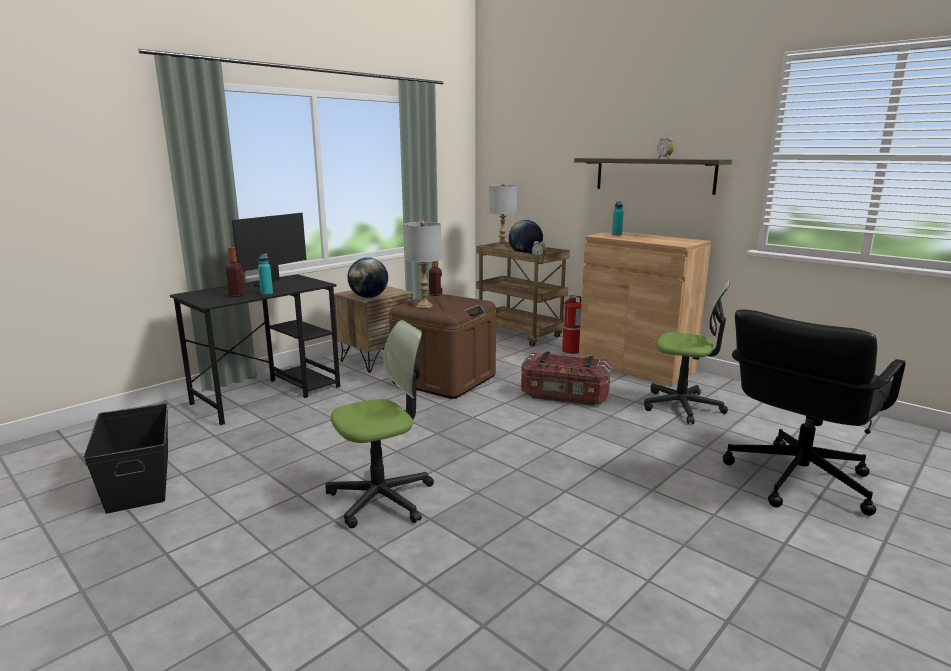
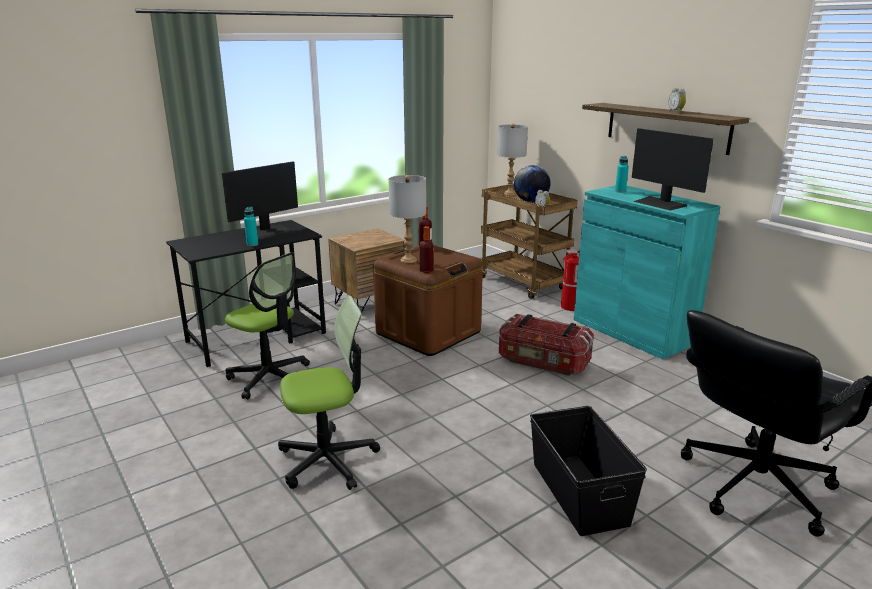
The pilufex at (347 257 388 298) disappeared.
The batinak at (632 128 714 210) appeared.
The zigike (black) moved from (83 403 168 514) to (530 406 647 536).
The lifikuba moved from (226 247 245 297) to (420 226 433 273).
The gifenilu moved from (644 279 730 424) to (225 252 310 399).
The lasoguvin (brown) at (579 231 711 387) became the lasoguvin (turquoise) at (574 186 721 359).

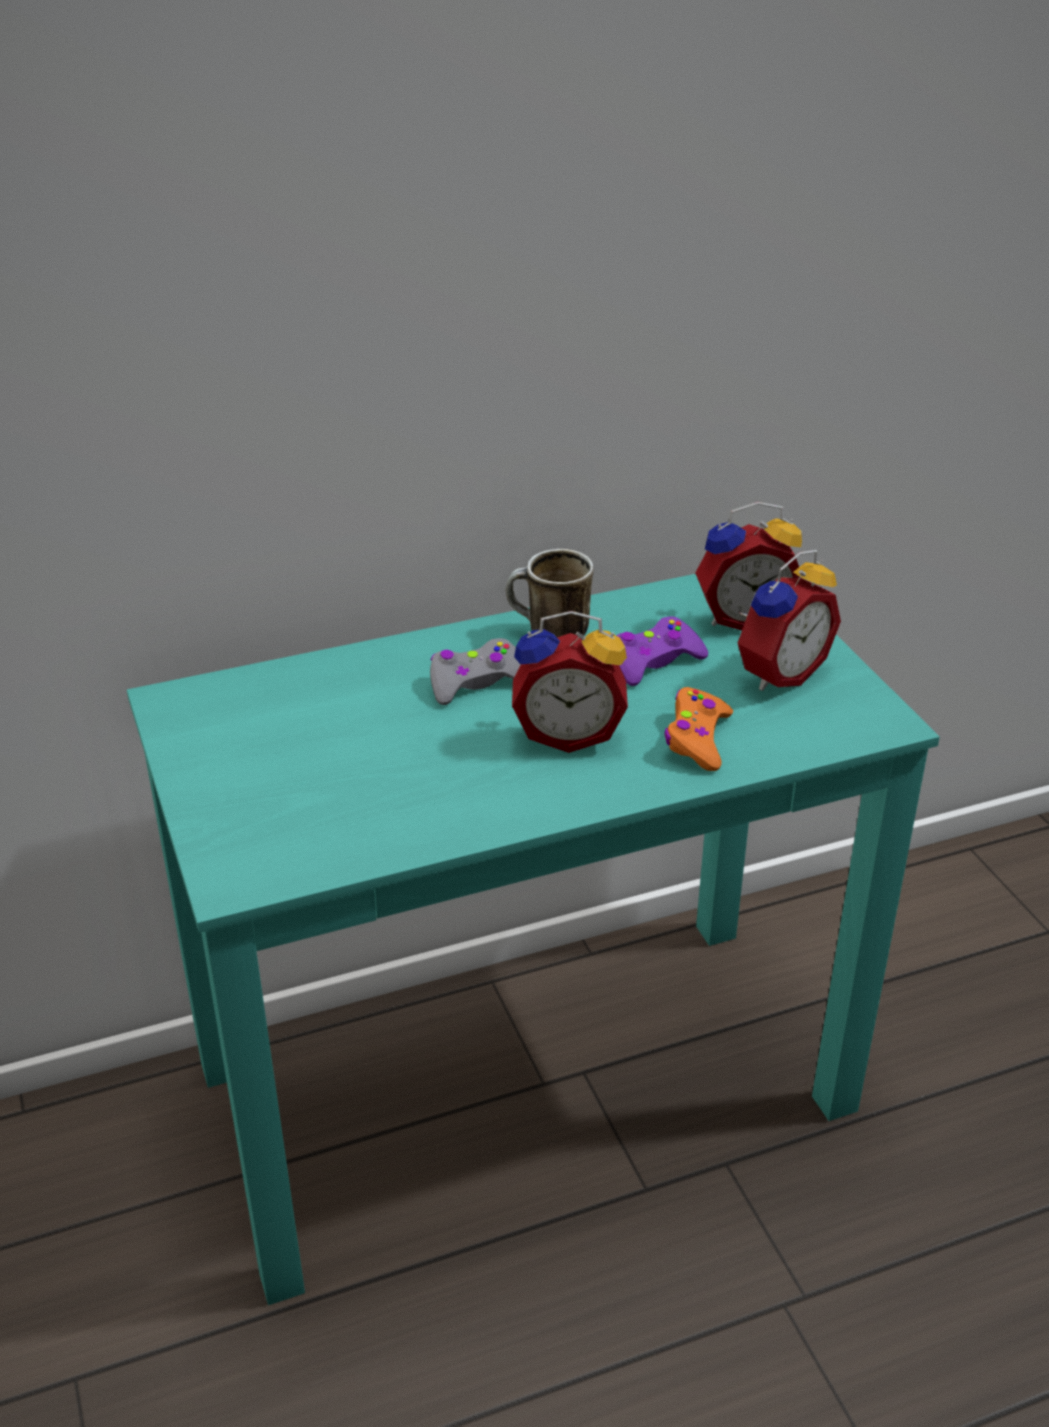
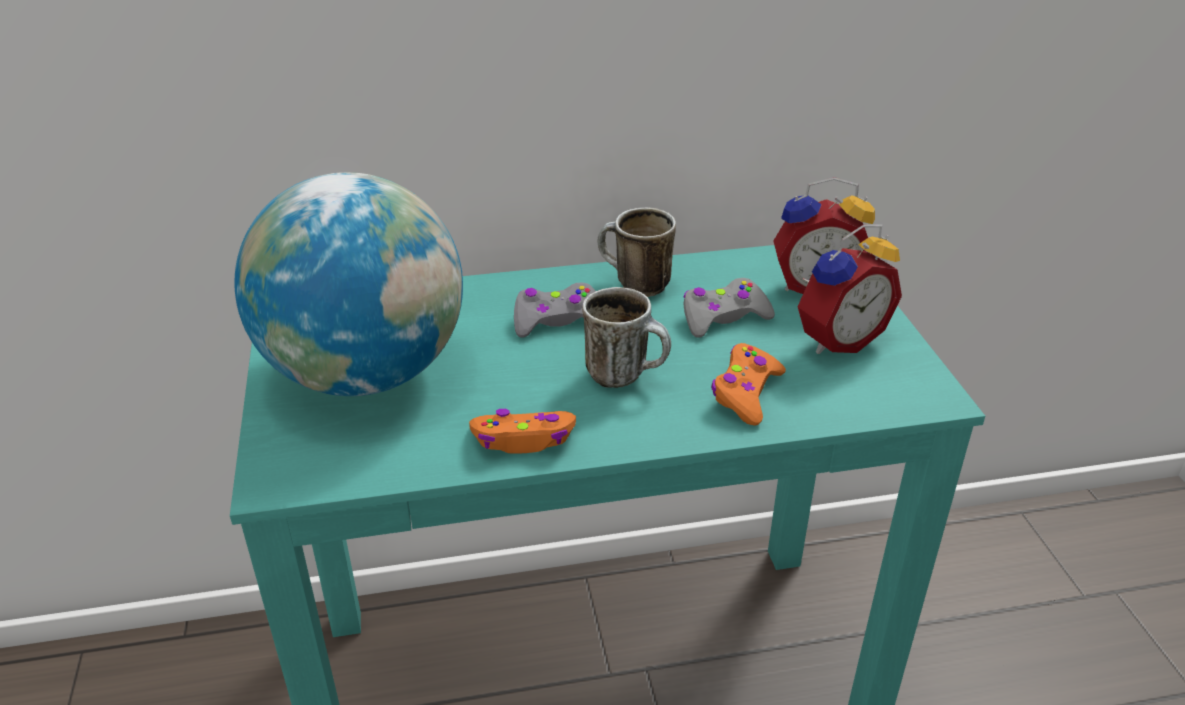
The pilufex at (234 172 463 396) appeared.
The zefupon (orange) at (469 409 576 454) appeared.
The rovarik at (512 611 628 753) was replaced by the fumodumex at (582 287 671 388).
The zefupon (purple) at (616 616 708 686) became the zefupon (grey) at (683 278 775 338).

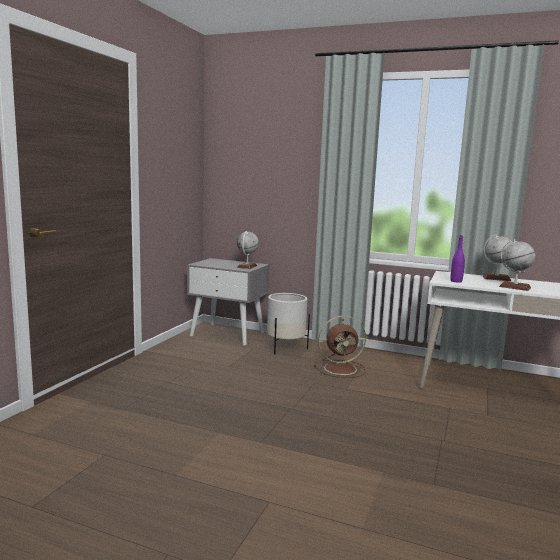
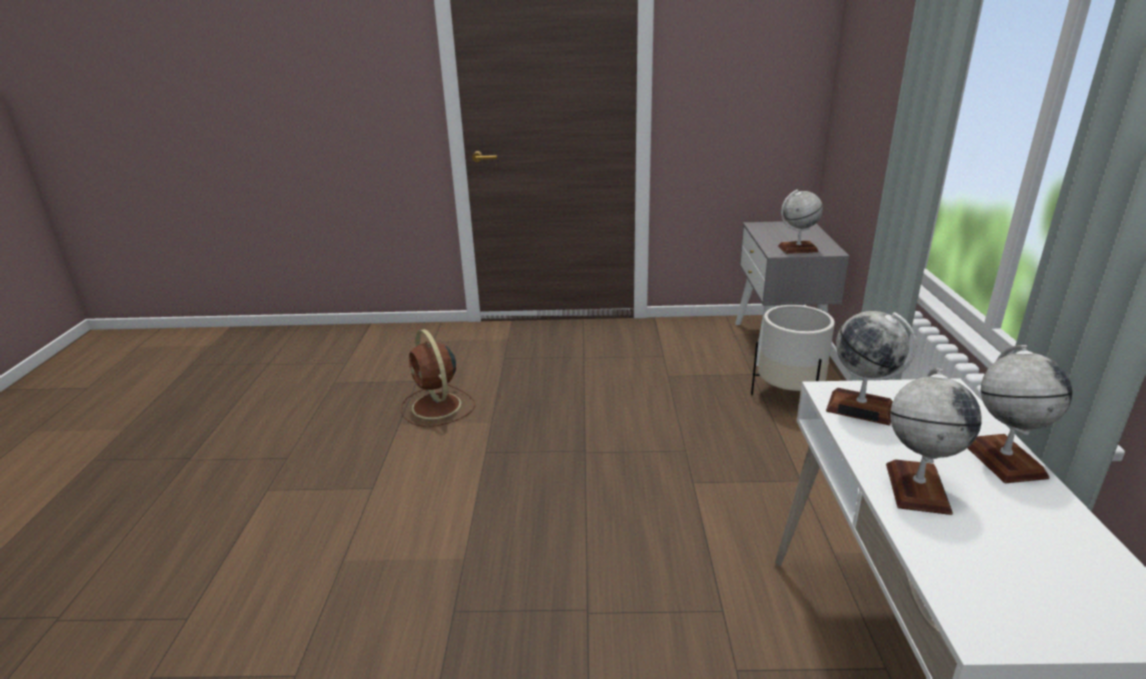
The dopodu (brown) moved from (314 315 366 378) to (401 329 475 427).
The lifikuba (purple) at (450 235 465 283) was replaced by the pilufex at (826 311 916 426).

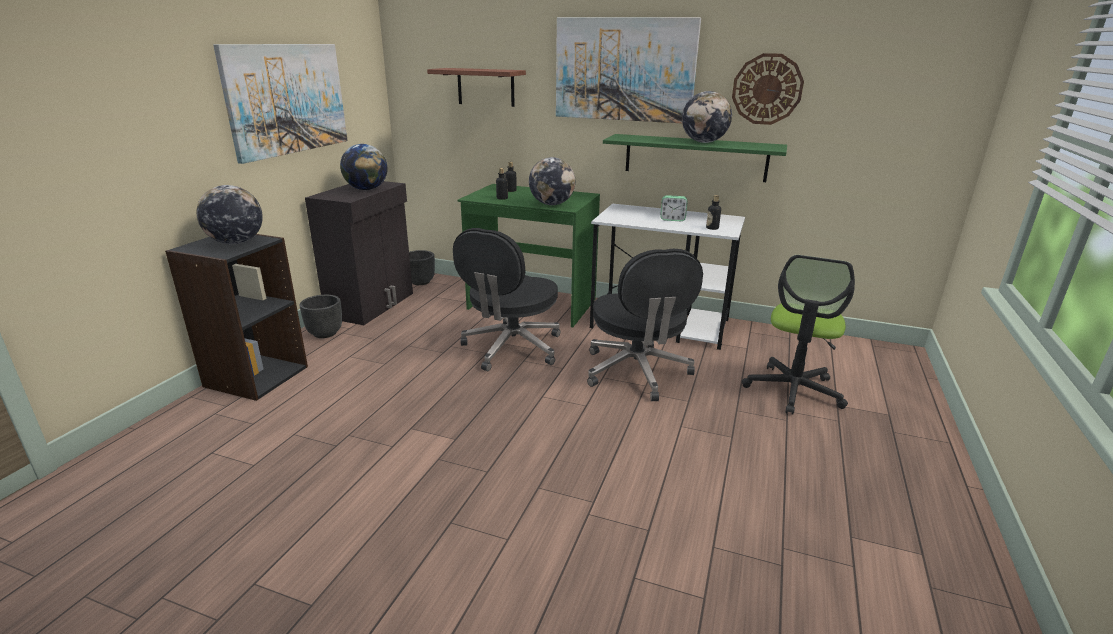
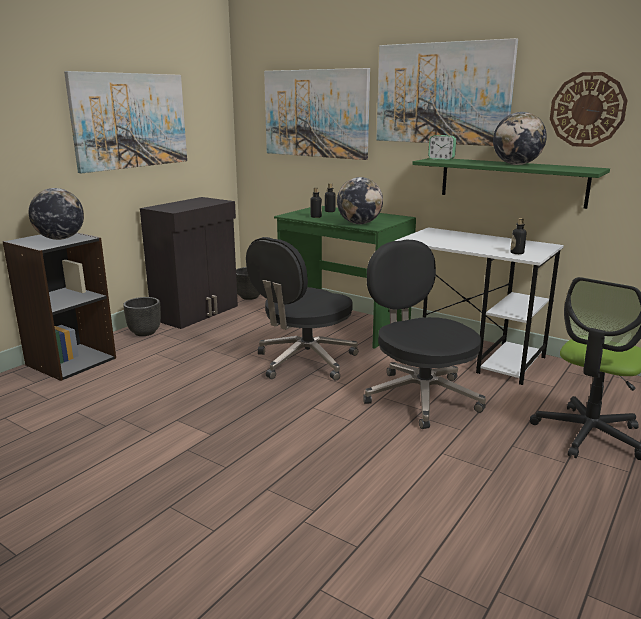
The pilufex at (340 144 387 190) disappeared.
The rovarik moved from (660 195 688 221) to (428 135 456 160).
The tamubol at (427 68 526 107) was replaced by the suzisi at (264 68 370 160).
The gifenilu (black) at (587 249 703 401) turned 150 degrees clockwise.

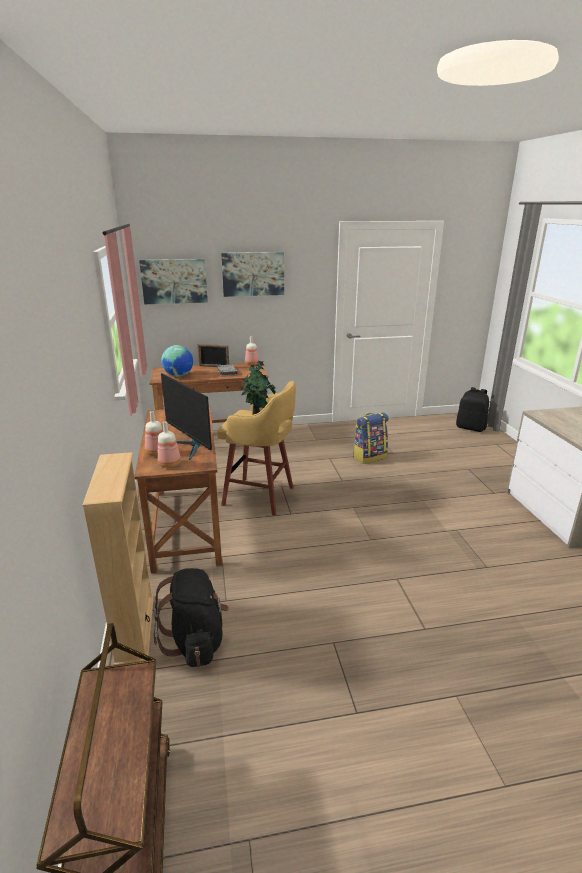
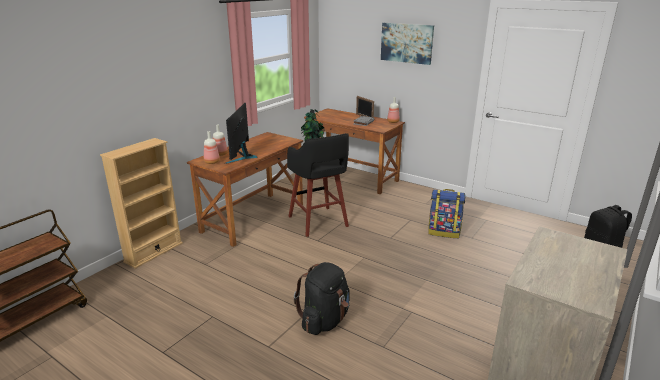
The suzisi at (139 259 208 304) disappeared.
The pilufex at (161 345 193 377) disappeared.
The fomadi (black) moved from (153 568 229 667) to (294 262 349 335).
The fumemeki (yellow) at (217 381 296 516) became the fumemeki (black) at (287 133 349 237).

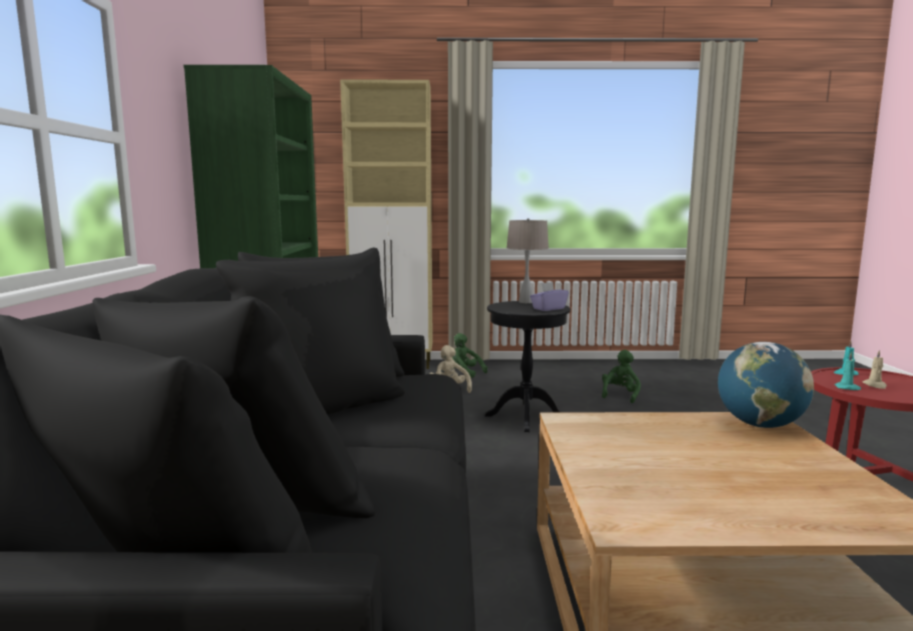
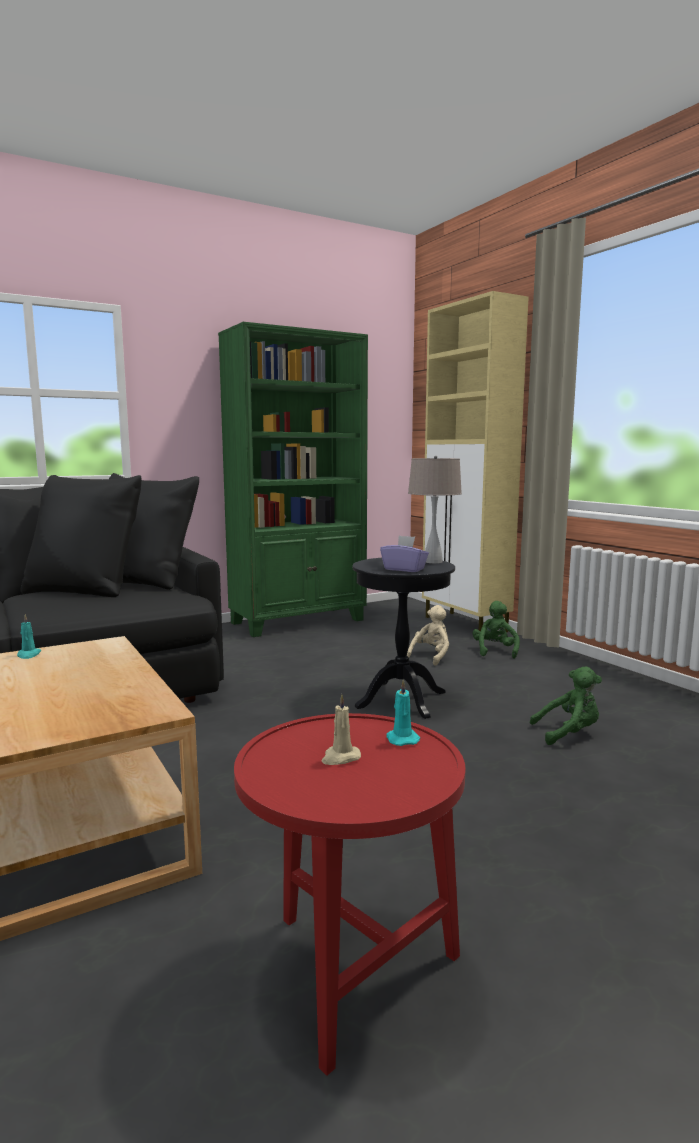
The pilufex at (718 342 814 428) disappeared.
The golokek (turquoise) moved from (835 352 861 390) to (17 614 41 659).

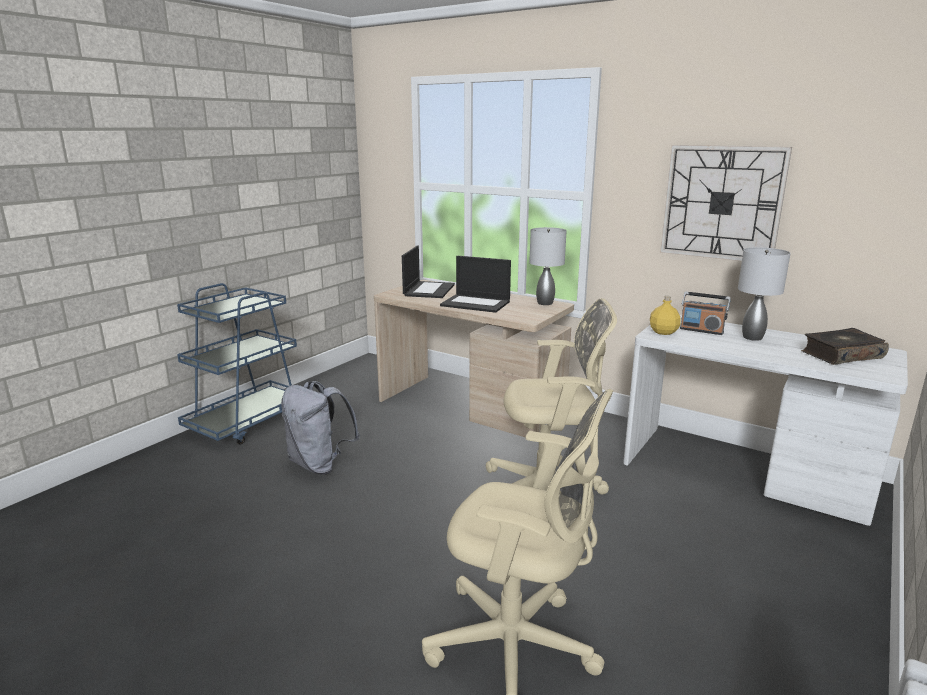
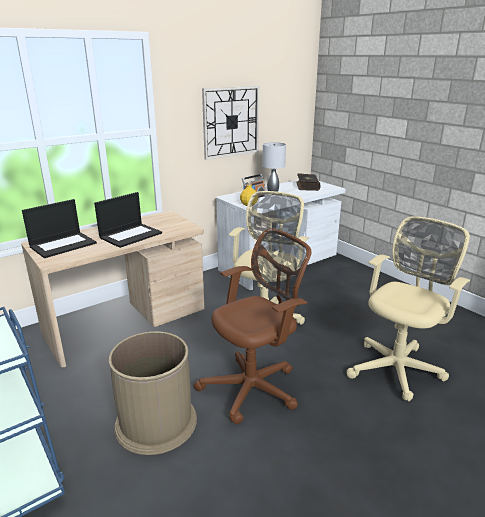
The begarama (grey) at (529 227 567 305) disappeared.
The gifenilu (brown) at (194 228 312 424) appeared.
The fomadi (grey) at (281 381 360 475) was replaced by the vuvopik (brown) at (108 331 197 455).
The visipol at (402 246 455 298) turned 105 degrees clockwise.

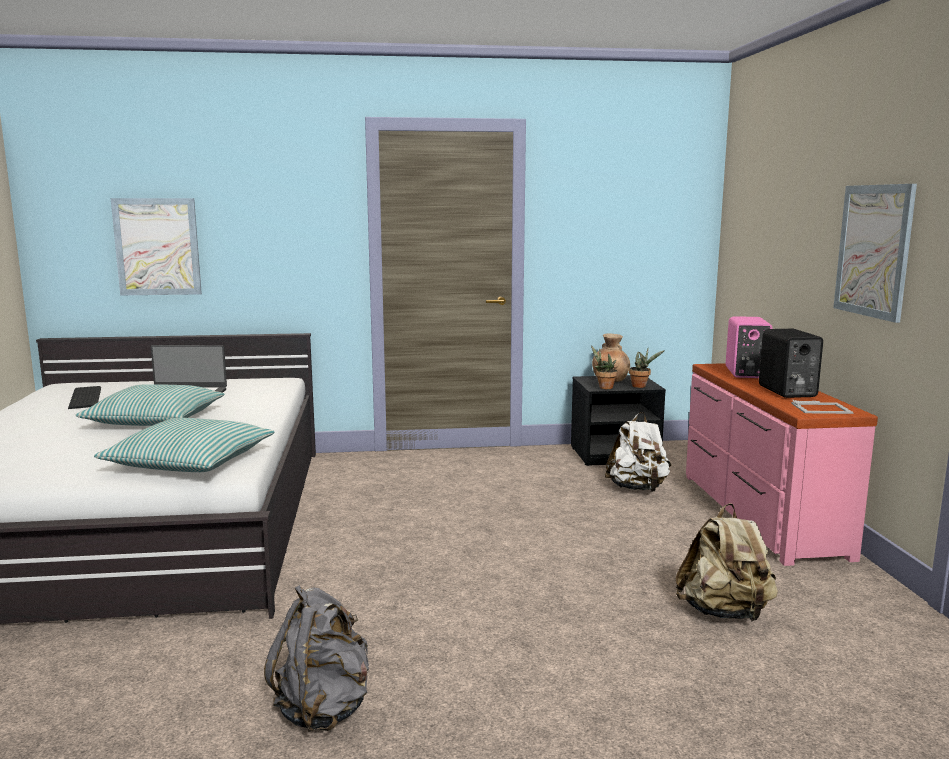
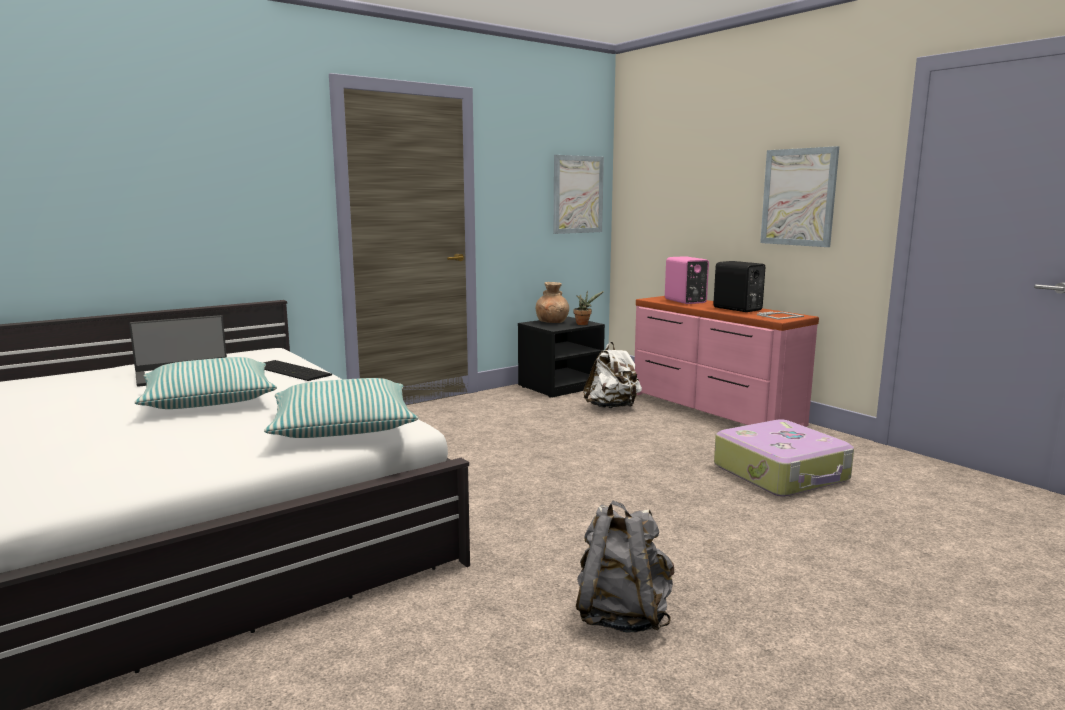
The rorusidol at (591 345 618 389) disappeared.
The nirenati moved from (68 386 101 409) to (263 360 332 381).
The suzisi moved from (111 198 202 295) to (554 155 604 234).
The fomadi (beige) at (676 503 778 622) was replaced by the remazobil at (714 419 854 497).

